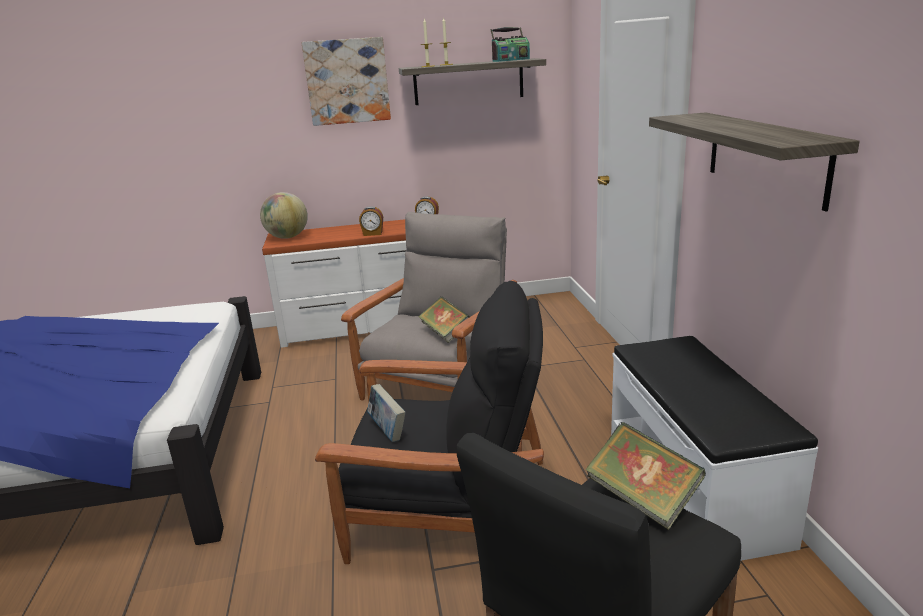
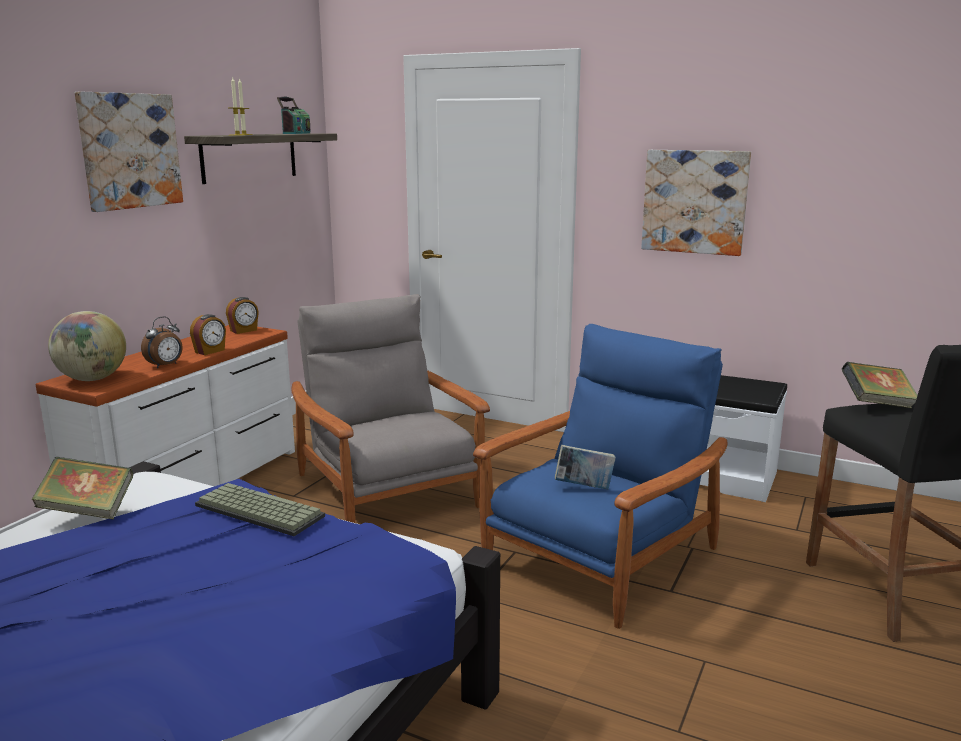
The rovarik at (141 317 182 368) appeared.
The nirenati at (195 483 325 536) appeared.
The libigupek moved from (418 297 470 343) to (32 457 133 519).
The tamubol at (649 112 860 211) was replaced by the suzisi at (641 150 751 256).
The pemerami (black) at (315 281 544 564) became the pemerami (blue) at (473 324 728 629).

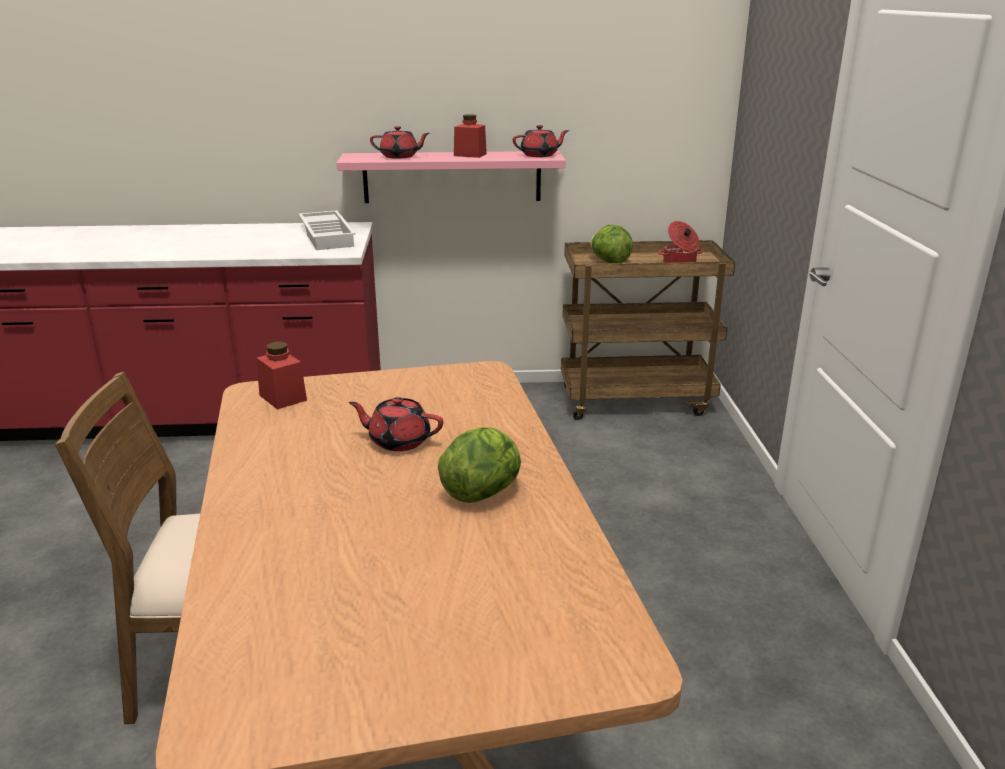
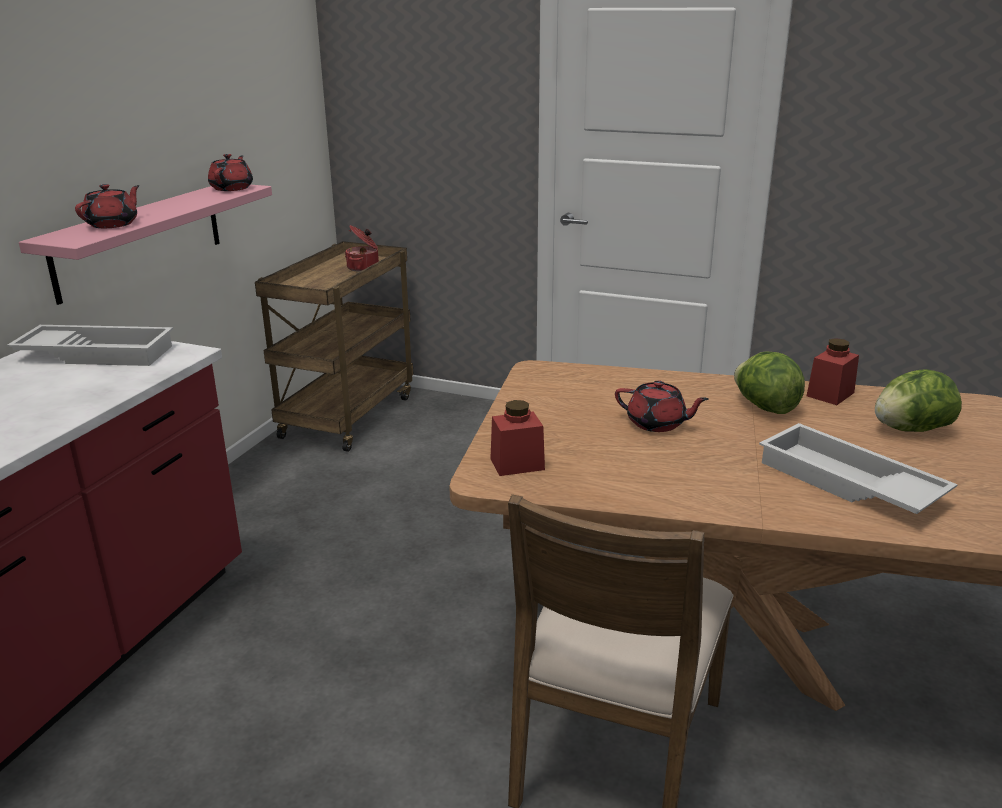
The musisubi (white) at (759 423 958 514) appeared.
The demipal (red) moved from (454 114 487 158) to (807 338 859 405).
The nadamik moved from (590 225 633 263) to (875 369 962 432).
The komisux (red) at (349 397 443 451) turned 105 degrees counterclockwise.

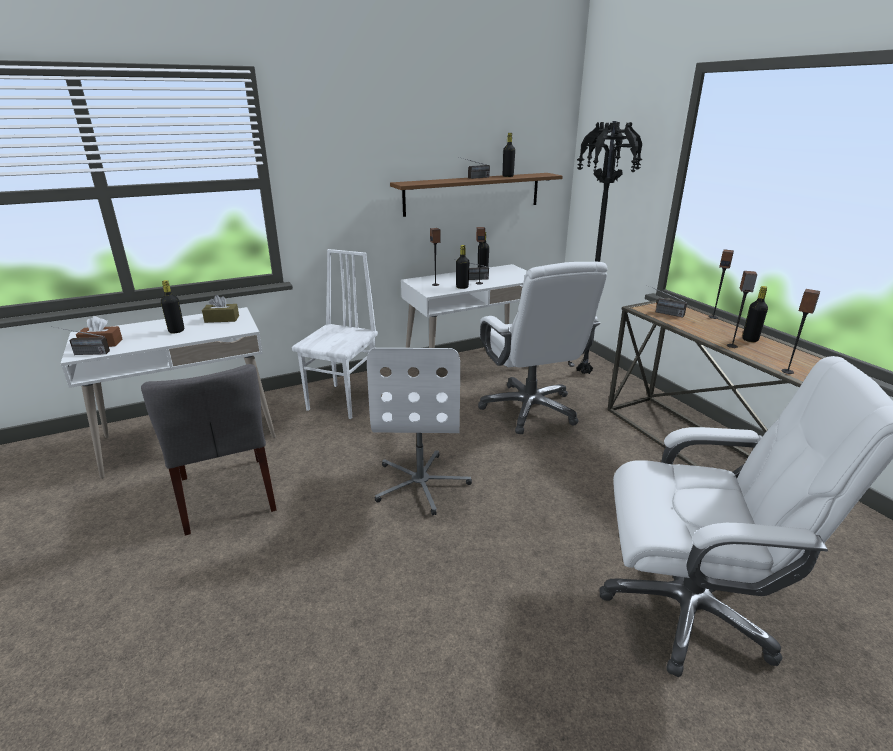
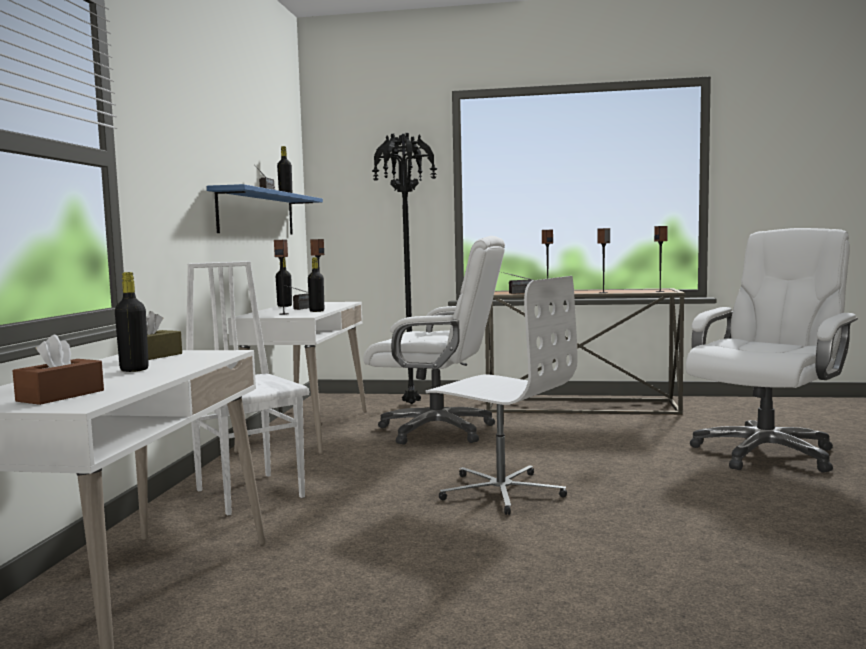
The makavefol at (51 326 110 355) disappeared.
The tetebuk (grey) at (141 364 277 536) disappeared.
The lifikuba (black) at (742 286 768 342) disappeared.
The tamubol (brown) at (390 173 563 217) became the tamubol (blue) at (207 184 323 235).

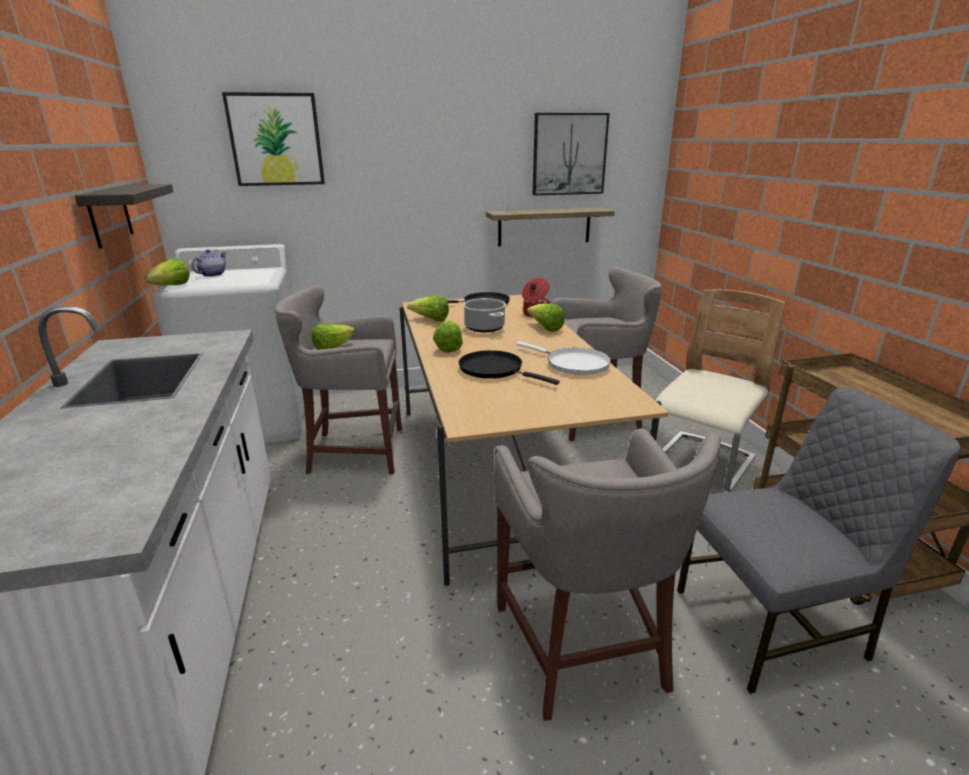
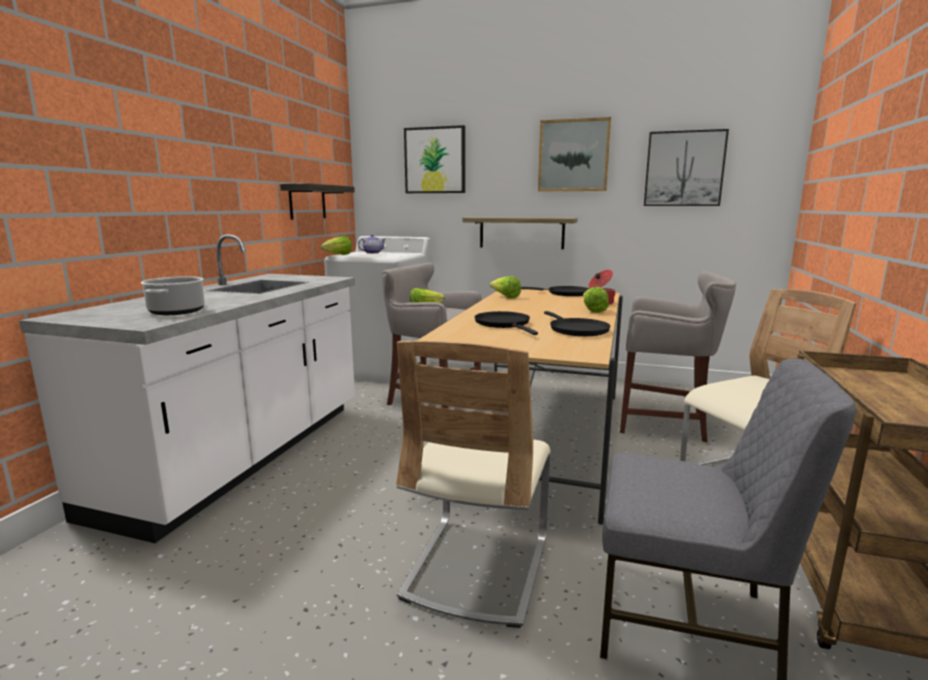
The nadamik at (433 320 463 353) disappeared.
The suzisi at (538 117 611 191) appeared.
The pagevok moved from (463 298 506 332) to (141 276 205 315).
The tamubol moved from (486 208 615 246) to (462 217 577 249).
The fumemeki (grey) at (494 428 721 721) was replaced by the tetebuk (beige) at (396 341 551 628).
The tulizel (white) at (516 342 611 375) became the tulizel (black) at (544 311 610 336).

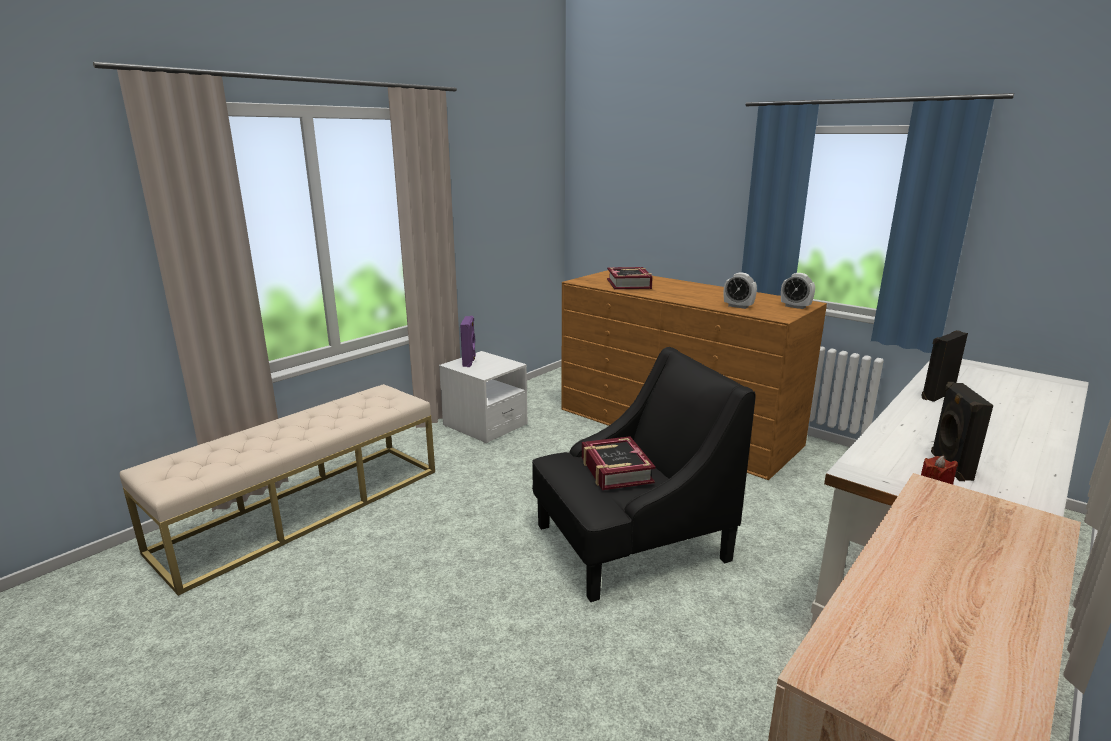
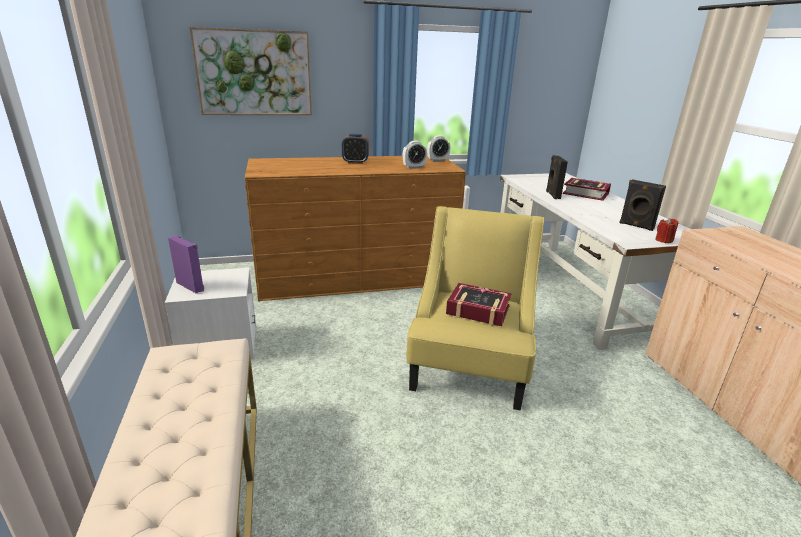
The suzisi at (190 27 312 115) appeared.
The rovarik at (342 134 369 164) appeared.
The libigupek moved from (607 267 653 290) to (563 178 611 201).
The pemerami (black) at (532 347 756 602) became the pemerami (yellow) at (406 206 544 411).

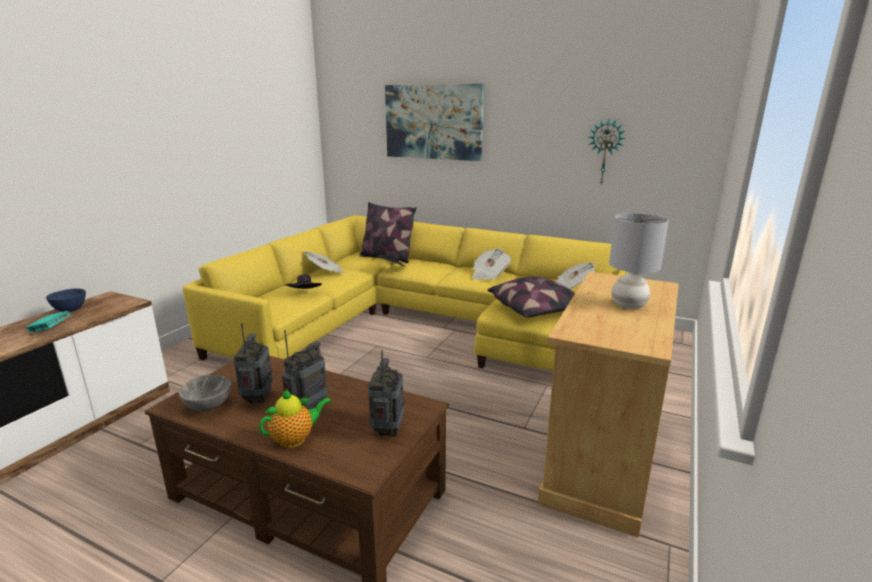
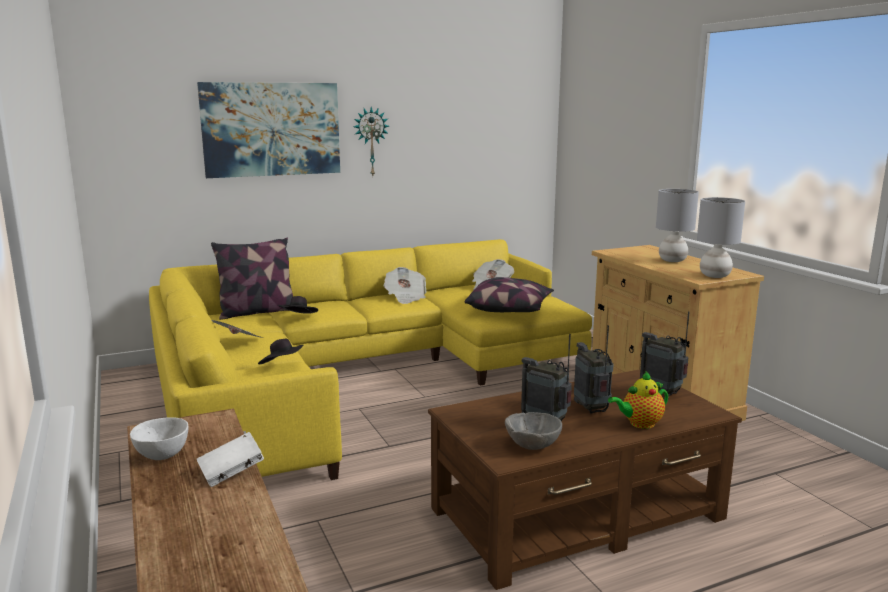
The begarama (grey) at (697 197 745 278) appeared.
The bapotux moved from (588 119 626 185) to (353 107 389 176).
The libigupek (turquoise) at (25 311 71 333) became the libigupek (white) at (197 432 264 487).
The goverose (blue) at (46 288 86 312) became the goverose (white) at (130 418 188 460).
The komisux at (259 389 332 448) turned 120 degrees counterclockwise.

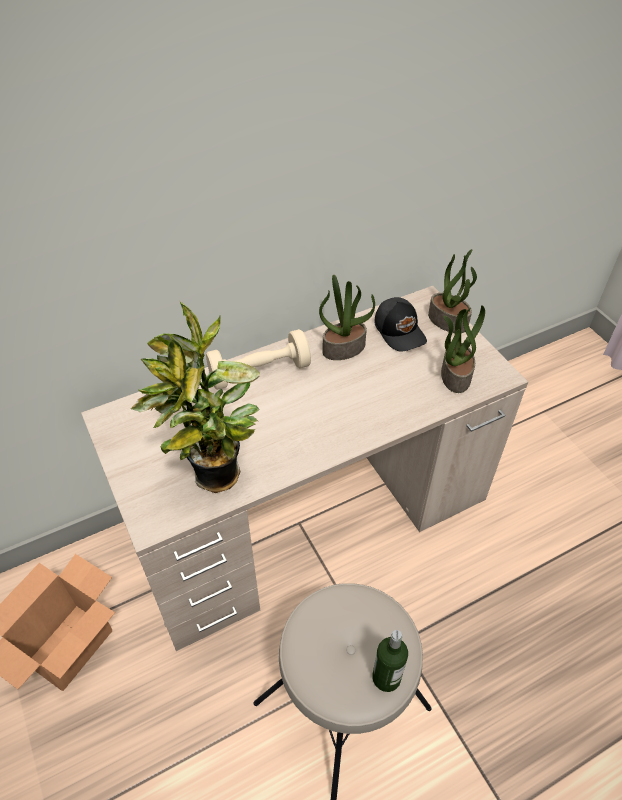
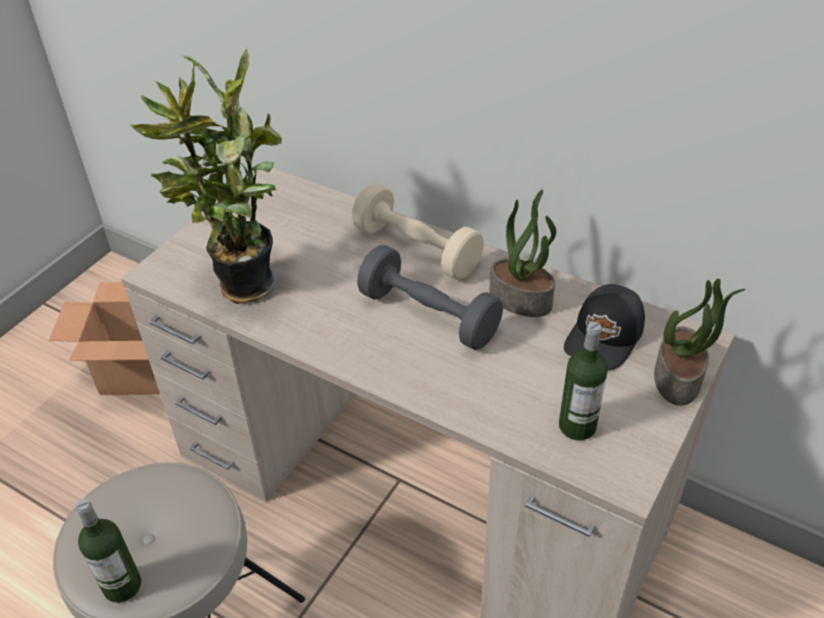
The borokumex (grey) at (357 245 503 350) appeared.
The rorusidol at (441 305 485 393) was replaced by the lifikuba at (559 322 608 440).

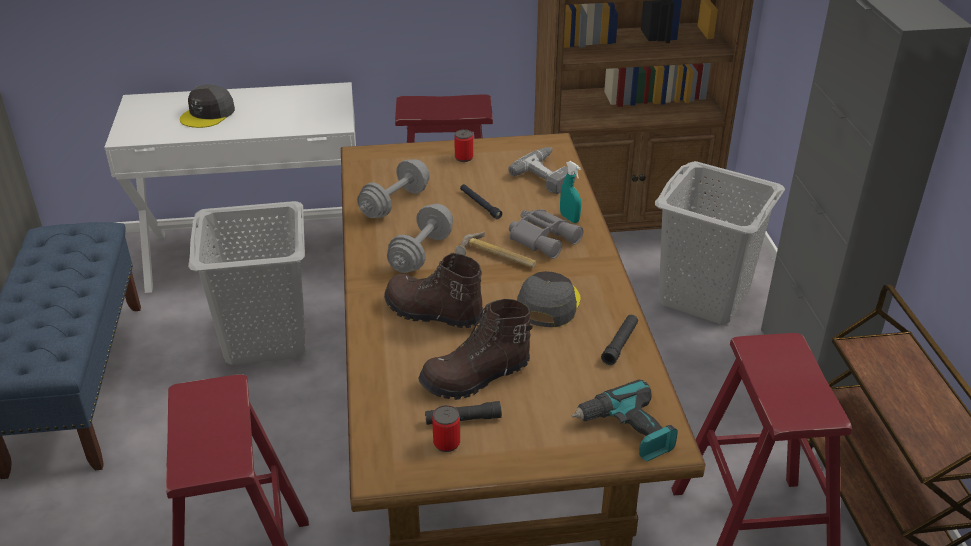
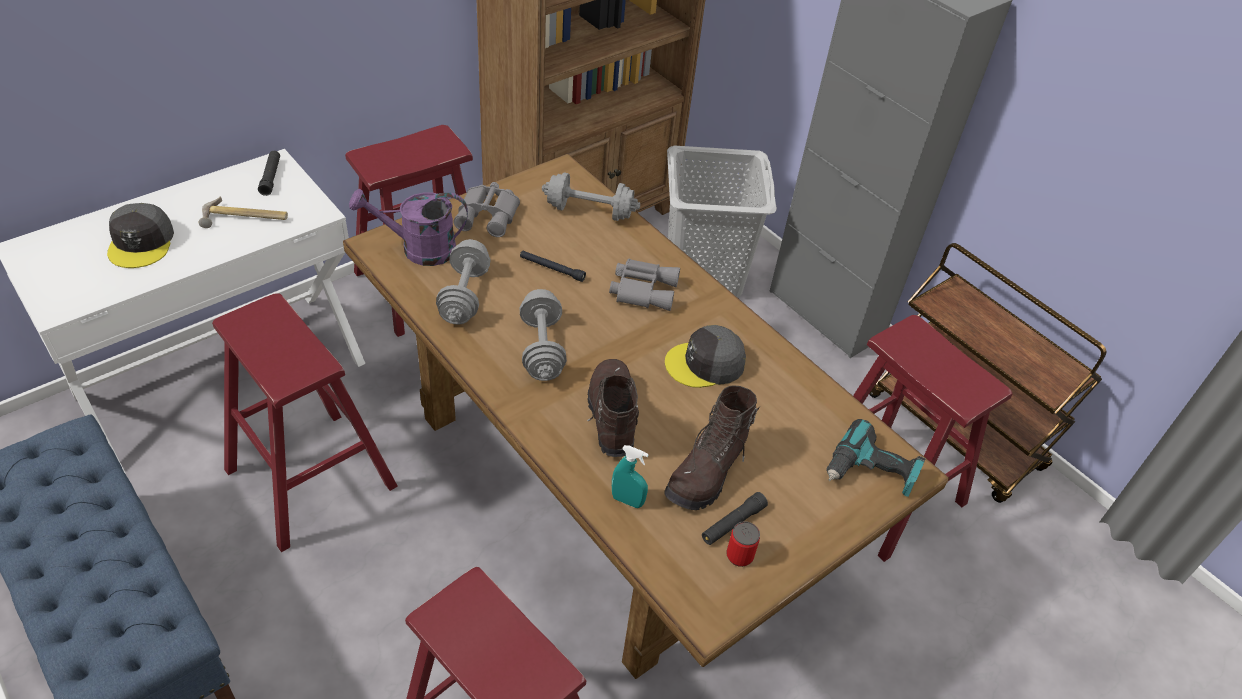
The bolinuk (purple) at (349 189 468 266) appeared.
The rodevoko moved from (455 232 536 268) to (199 196 288 228).
The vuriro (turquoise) moved from (560 161 581 223) to (612 445 649 508).
The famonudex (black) moved from (601 315 638 365) to (258 151 280 196).
The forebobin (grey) at (188 201 305 365) was replaced by the fumemeki (red) at (212 293 398 552).
The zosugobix at (454 129 473 162) was replaced by the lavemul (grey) at (453 182 520 237).
The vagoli at (508 147 576 194) was replaced by the borokumex (grey) at (542 172 640 221).
The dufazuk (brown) at (384 253 483 328) turned 90 degrees clockwise.
The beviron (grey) at (517 271 581 327) turned 90 degrees counterclockwise.

